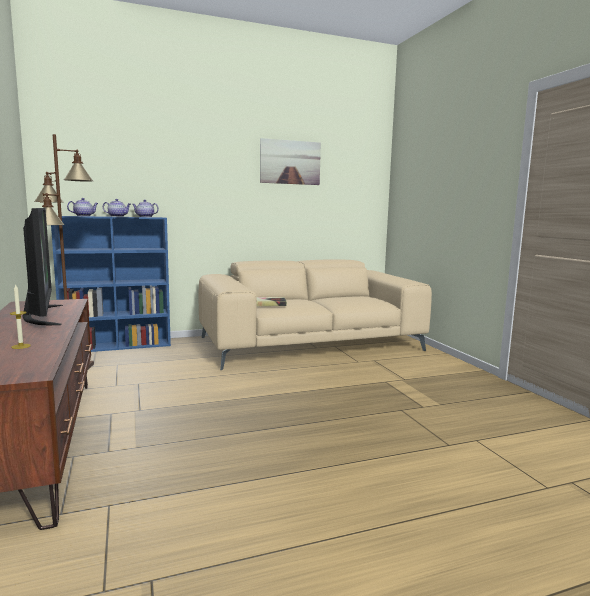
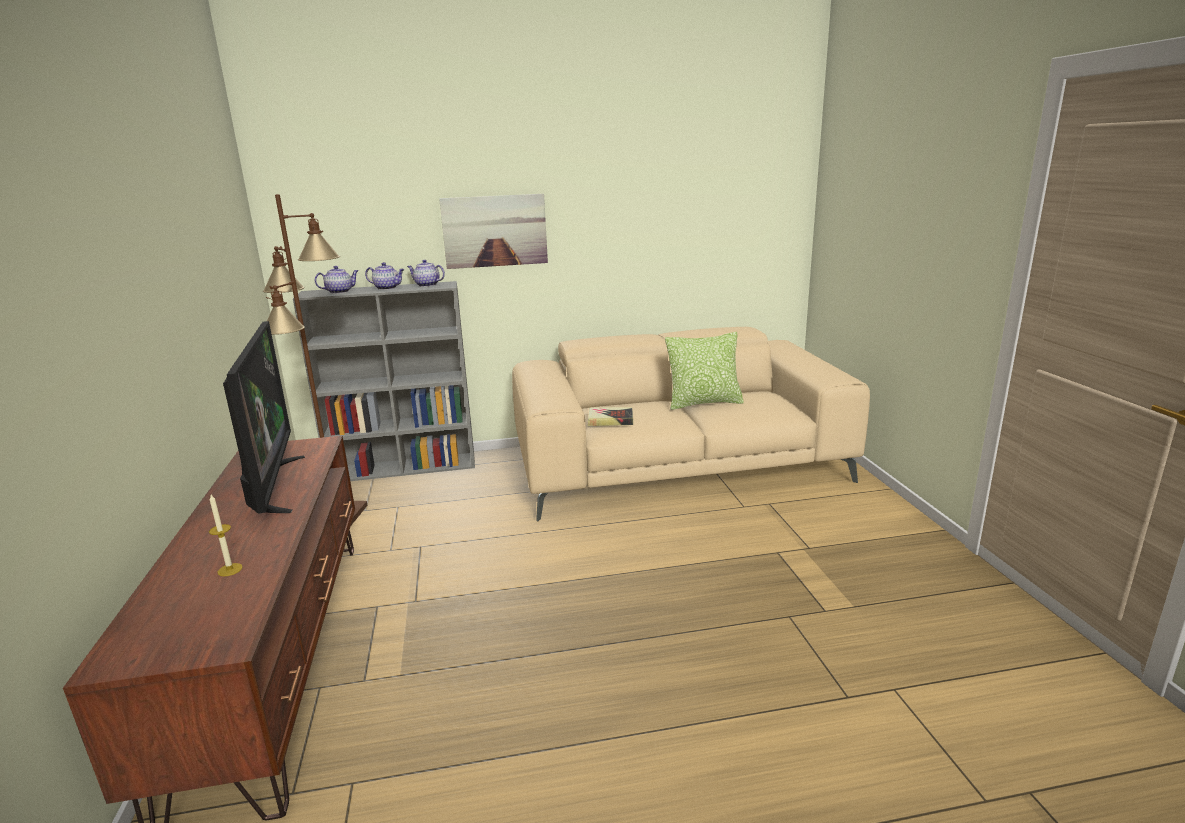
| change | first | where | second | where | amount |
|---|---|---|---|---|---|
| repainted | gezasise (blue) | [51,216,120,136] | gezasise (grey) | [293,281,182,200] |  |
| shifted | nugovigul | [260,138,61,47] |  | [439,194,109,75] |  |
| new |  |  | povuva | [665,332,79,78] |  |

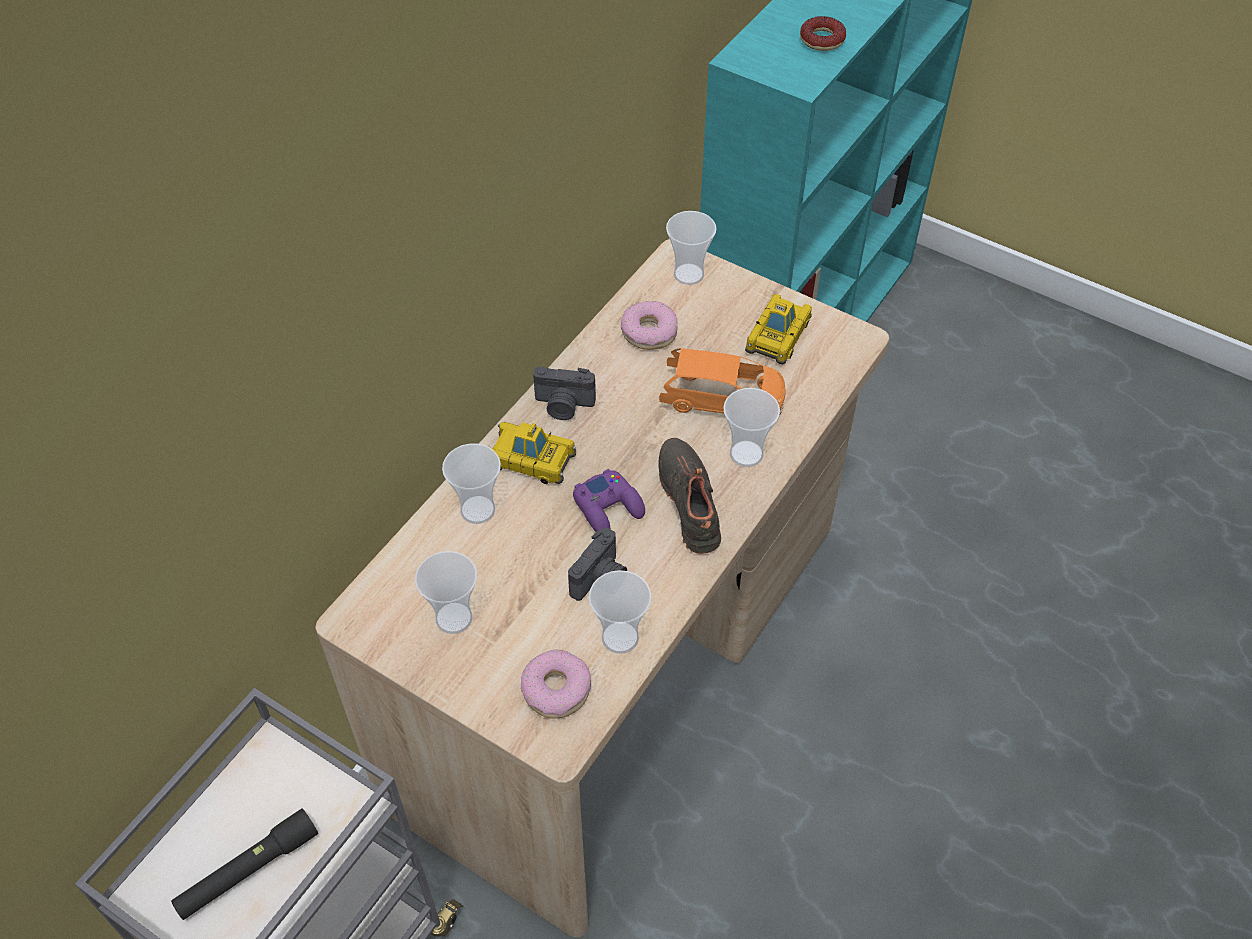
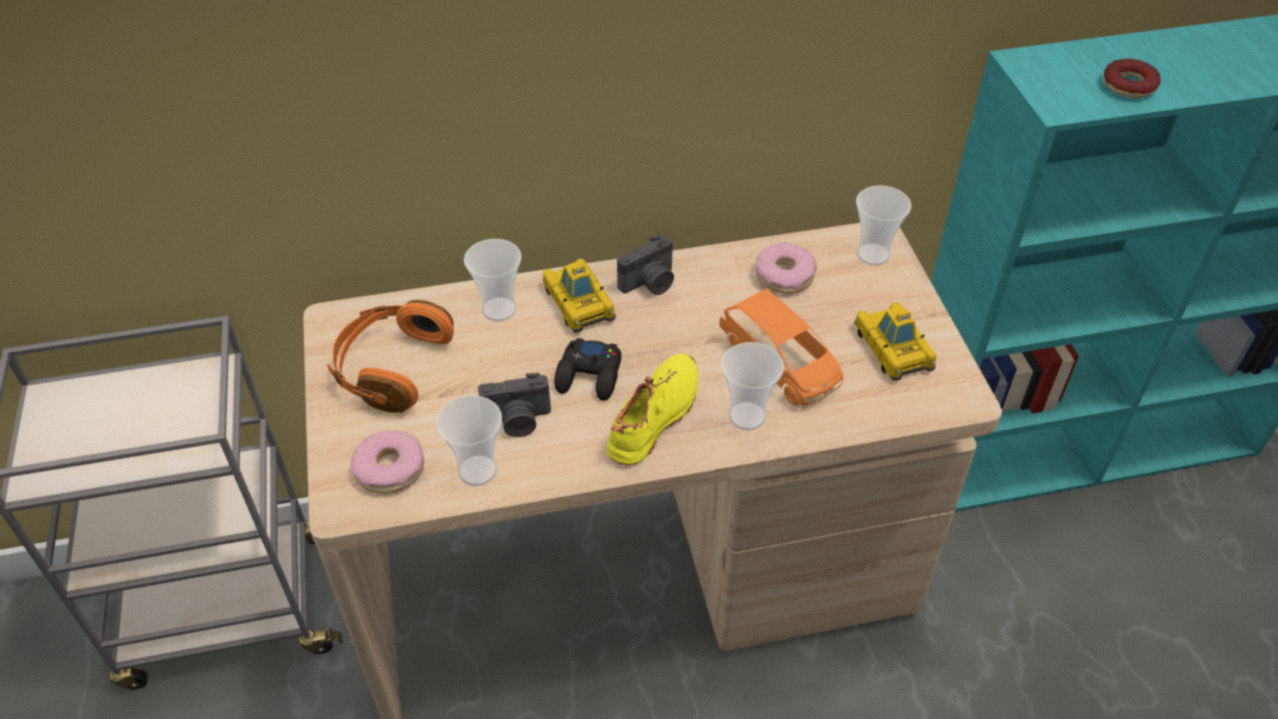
| change | first | where | second | where | amount |
|---|---|---|---|---|---|
| swapped | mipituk | [415,551,62,83] | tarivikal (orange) | [327,300,127,113] |  |
| repainted | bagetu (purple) | [573,469,72,63] | bagetu (black) | [554,338,67,63] |  |
| repainted | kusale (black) | [658,438,63,116] | kusale (yellow) | [607,353,91,112] |  |
| rotated | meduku | [533,367,63,53] |  | [617,234,57,61] | 90 degrees counterclockwise |
| rotated | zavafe | [745,294,67,70] |  | [855,302,81,79] | 90 degrees counterclockwise |
| gone | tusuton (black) | [171,808,147,112] |  |  |  |

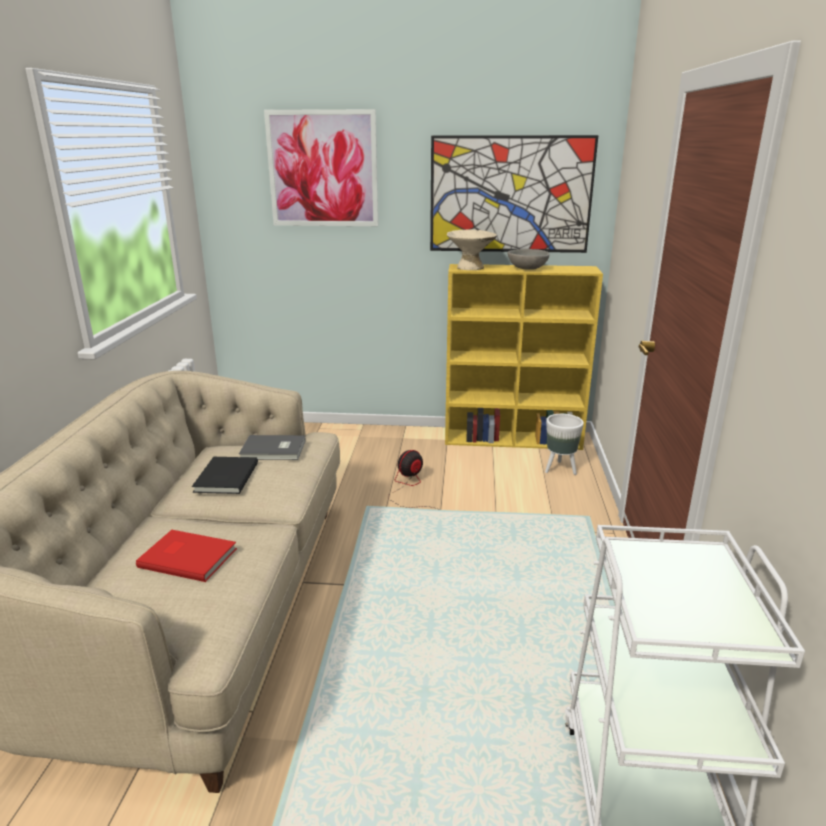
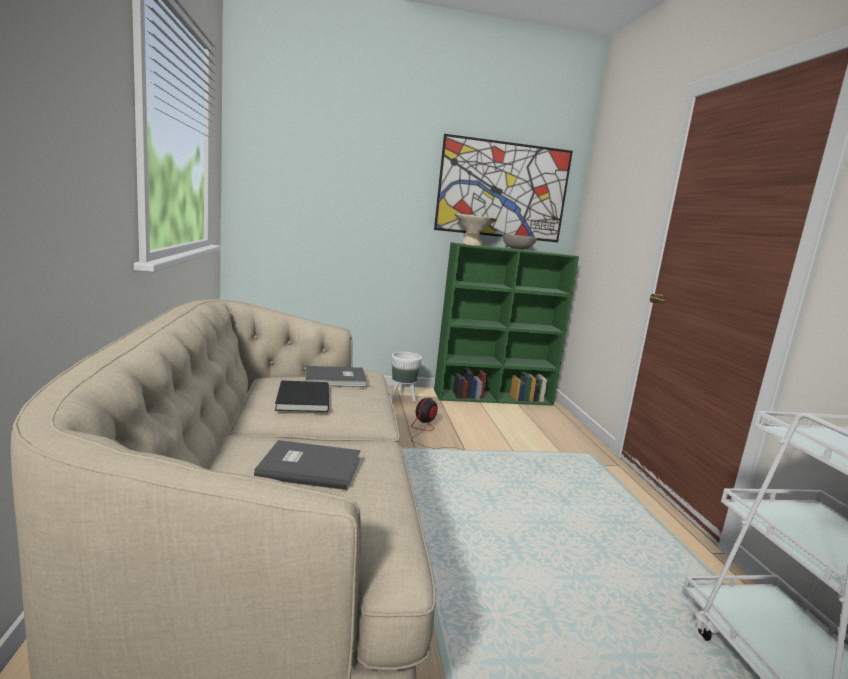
| change | first | where | second | where | amount |
|---|---|---|---|---|---|
| repainted | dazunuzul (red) | [136,530,101,52] | dazunuzul (grey) | [254,440,106,50] |  |
| shifted | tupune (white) | [545,414,39,61] |  | [391,352,31,50] |  |
| repainted | gezasise (yellow) | [445,264,158,186] | gezasise (green) | [434,242,145,164] |  |
| gone | nugovigul | [264,109,114,117] |  |  |  |

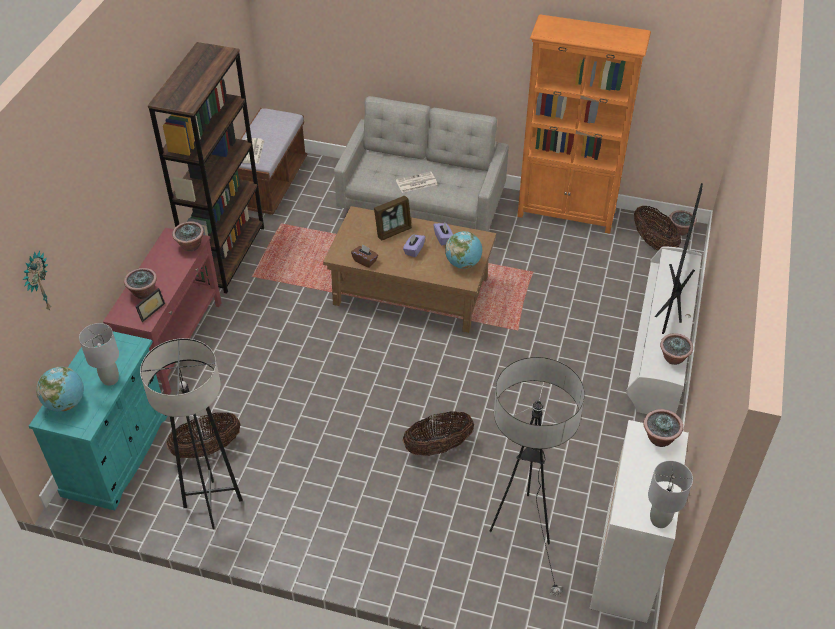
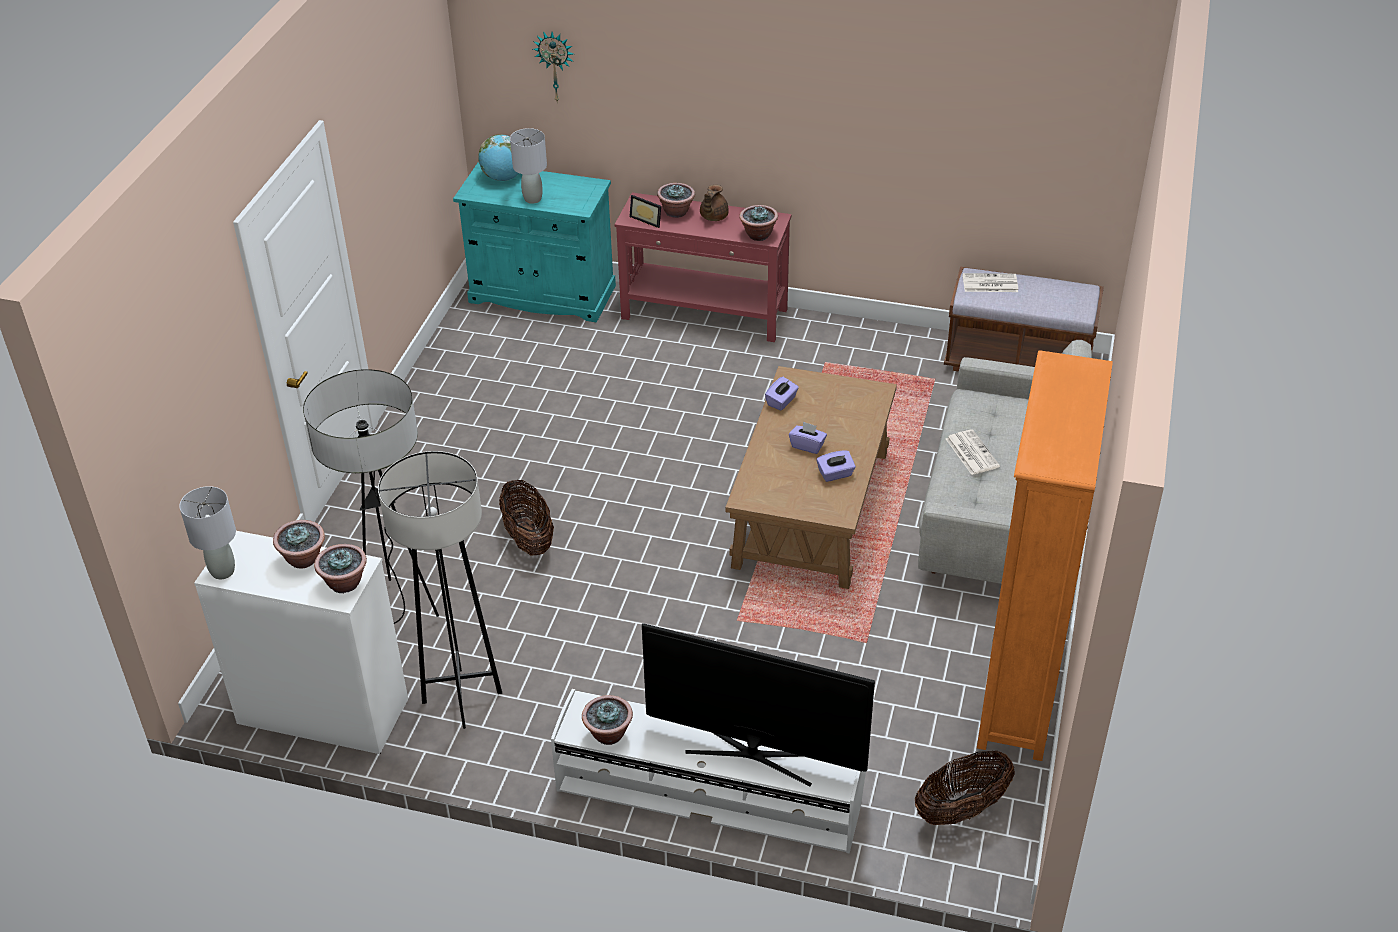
| change | first | where | second | where | amount |
|---|---|---|---|---|---|
| shifted | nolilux | [669,210,28,26] |  | [273,520,52,48] |  |
| shifted | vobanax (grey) | [140,338,103,191] |  | [378,451,124,278] |  |
| new |  |  | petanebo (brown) | [700,184,29,37] |  |
| repainted | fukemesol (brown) | [351,244,27,24] | fukemesol (purple) | [765,377,34,34] |  |
| gone | gezasise (brown) | [148,42,116,252] |  |  |  |
| gone | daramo | [167,412,74,46] |  |  |  |
| gone | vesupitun | [374,196,38,45] |  |  |  |
| gone | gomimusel | [445,231,37,38] |  |  |  |

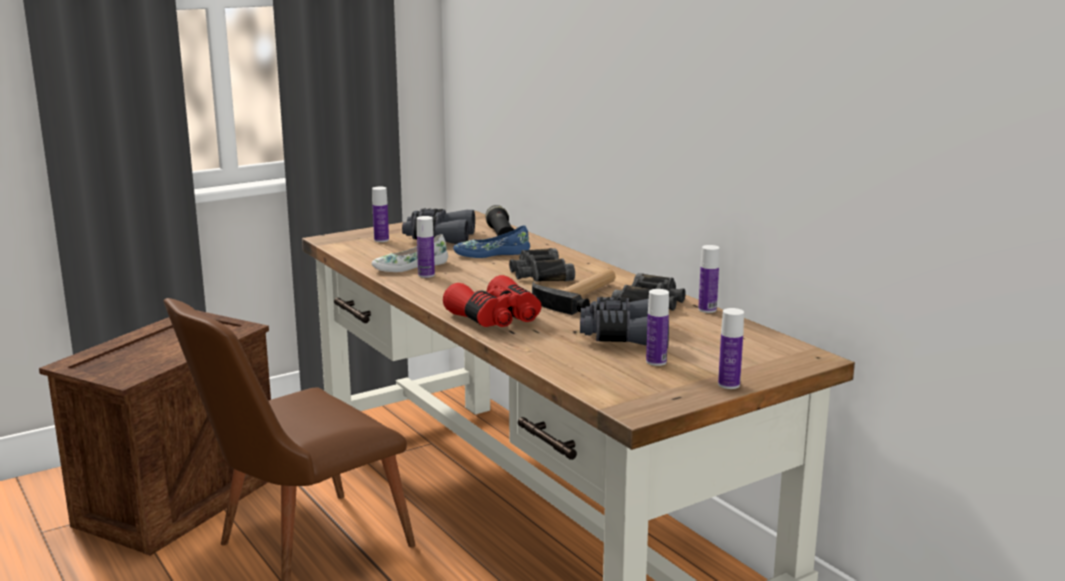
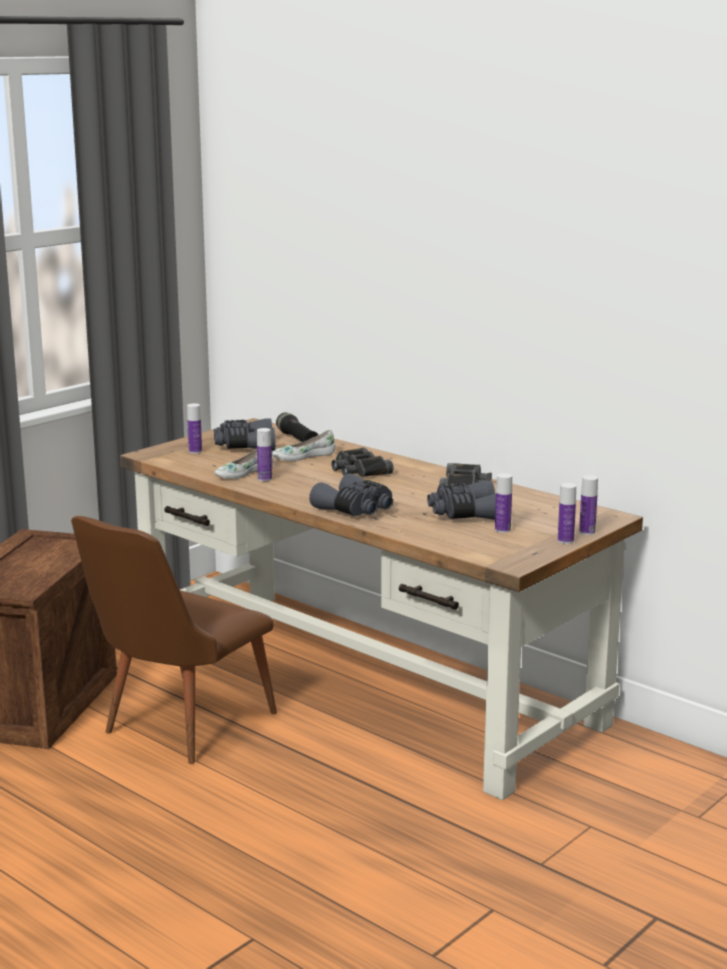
| change | first | where | second | where | amount |
|---|---|---|---|---|---|
| repainted | kusale (blue) | [453,225,77,33] | kusale (white) | [272,430,64,31] |  |
| repainted | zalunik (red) | [443,275,98,52] | zalunik (grey) | [309,473,84,43] |  |
| shifted | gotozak | [698,245,22,68] |  | [579,475,19,60] |  |
| gone | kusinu | [532,269,83,46] |  |  |  |

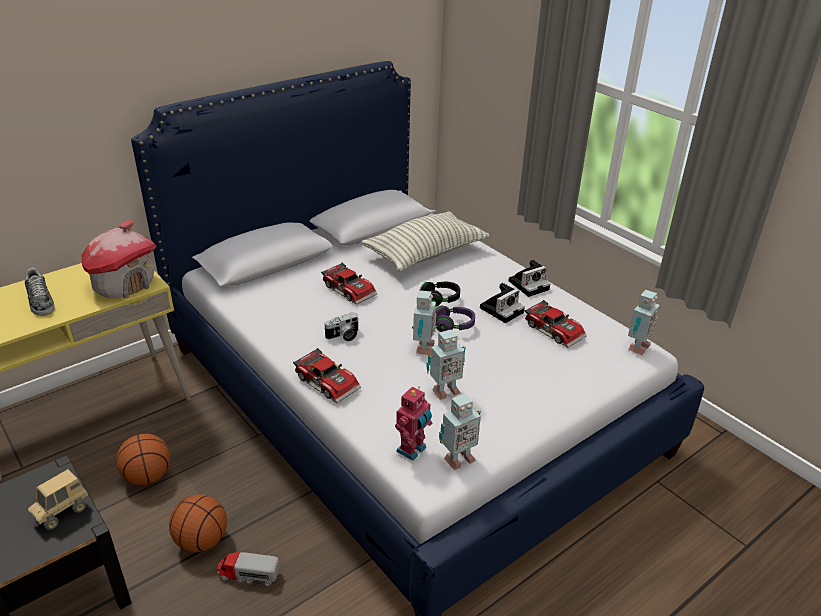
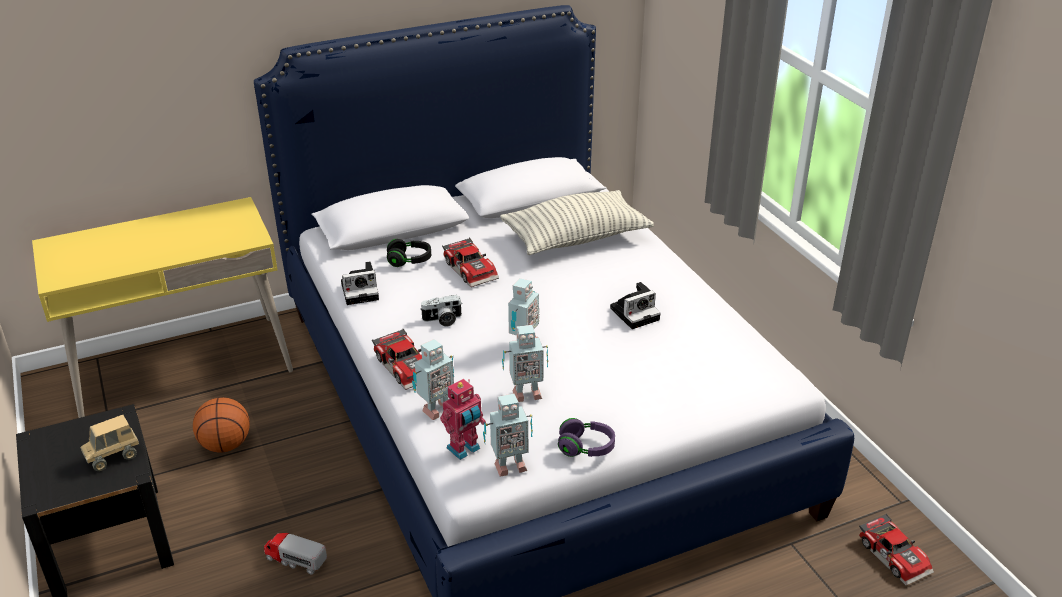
| change | first | where | second | where | amount |
|---|---|---|---|---|---|
| shifted | meduku | [508,260,42,37] |  | [341,261,38,44] |  |
| shifted | tarivikal (black) | [420,282,40,25] |  | [387,239,44,28] |  |
| shifted | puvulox | [628,290,32,65] |  | [412,339,43,81] |  |
| shifted | tarivikal (purple) | [436,306,39,26] |  | [558,418,57,39] |  |
| shifted | zavafe | [524,300,63,48] |  | [859,514,75,71] |  |
| gone | kusale | [25,268,30,48] |  |  |  |
| gone | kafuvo | [81,220,76,79] |  |  |  |
| gone | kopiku | [169,494,58,58] |  |  |  |

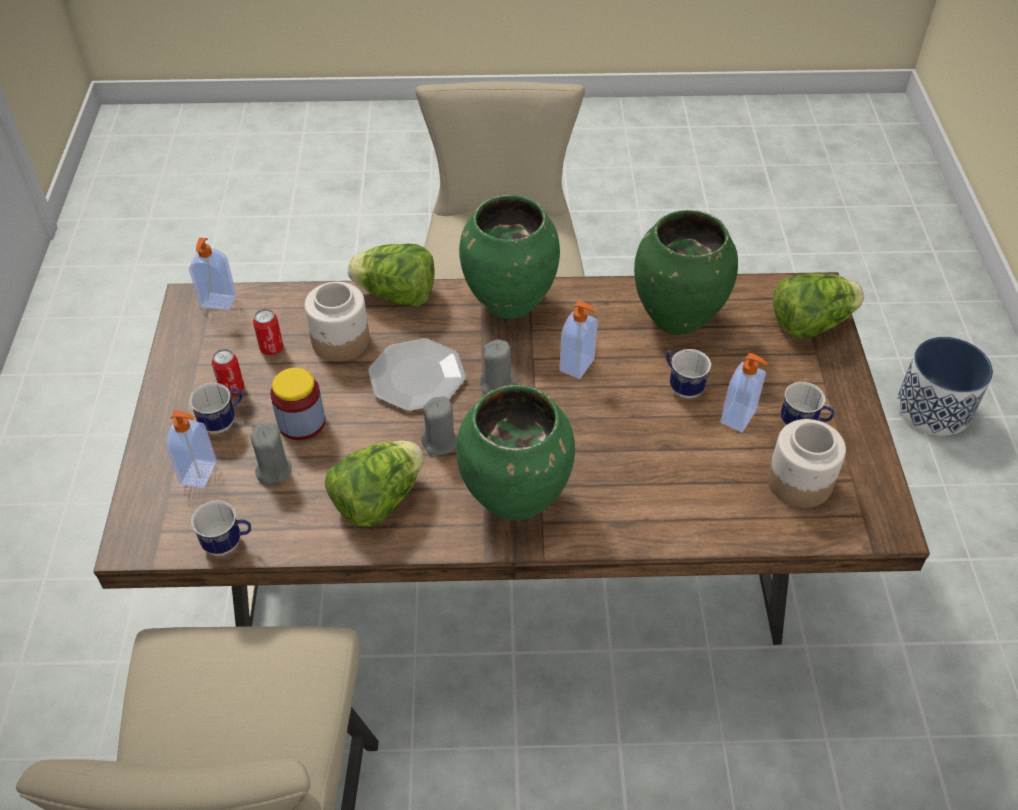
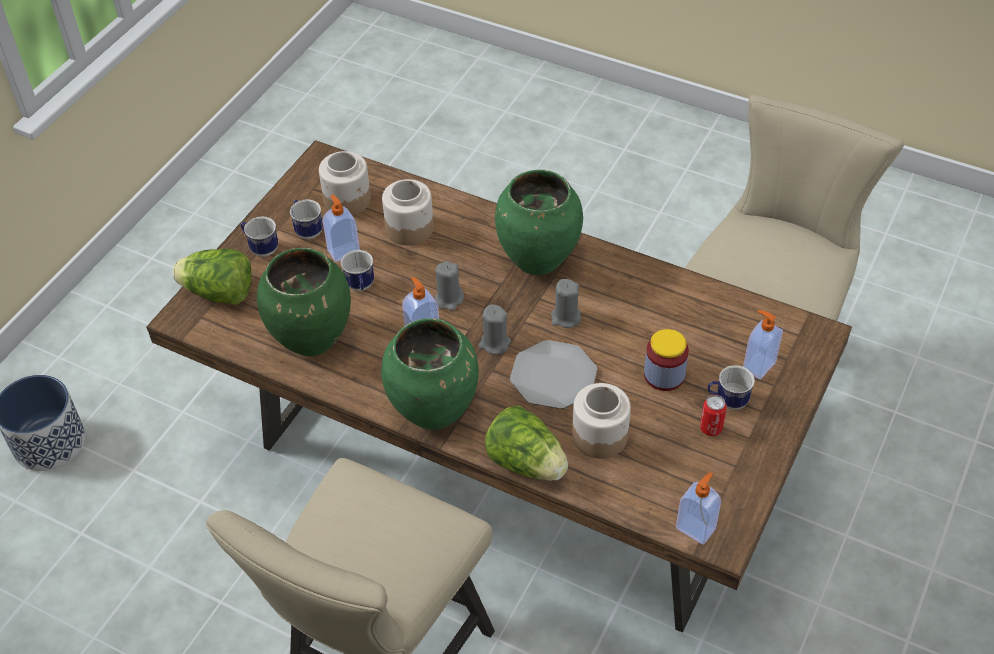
| change | first | where | second | where | amount |
|---|---|---|---|---|---|
| shifted | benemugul | [191,501,60,55] |  | [241,217,37,40] |  |
| new |  |  | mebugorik | [382,179,52,67] |  |
| shifted | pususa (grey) | [250,423,42,62] |  | [435,261,29,50] |  |
| gone | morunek | [253,309,30,46] |  |  |  |
| gone | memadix | [325,440,99,87] |  |  |  |

